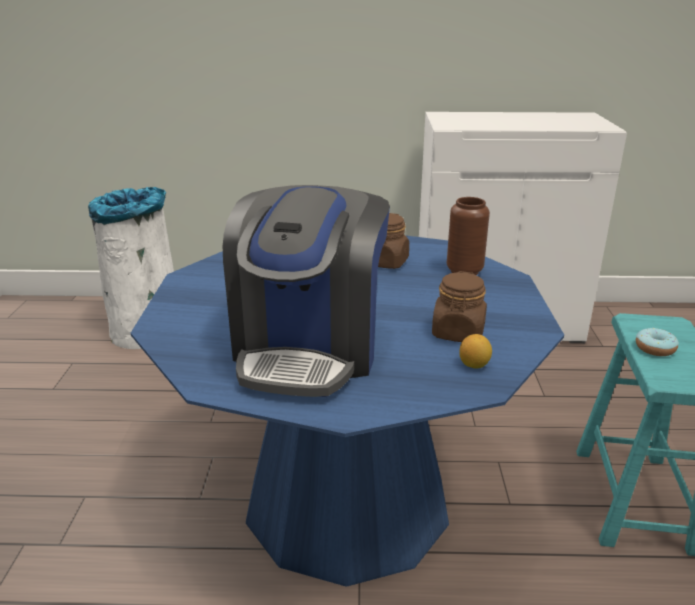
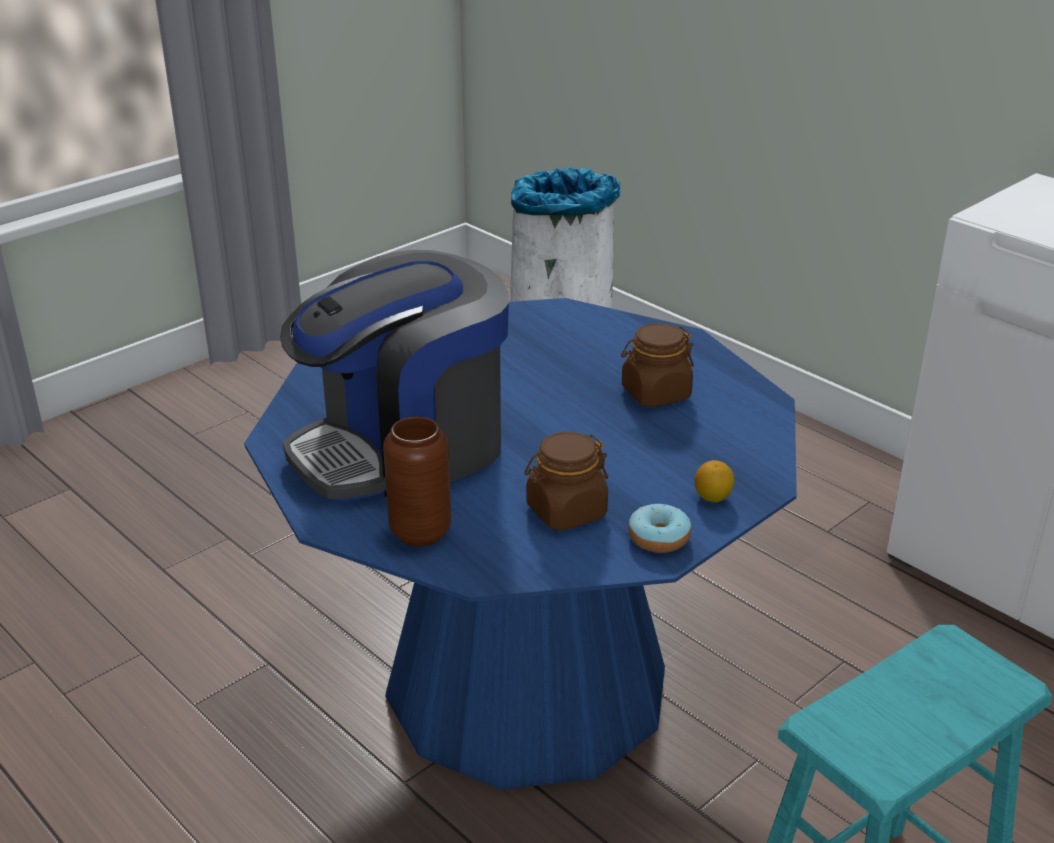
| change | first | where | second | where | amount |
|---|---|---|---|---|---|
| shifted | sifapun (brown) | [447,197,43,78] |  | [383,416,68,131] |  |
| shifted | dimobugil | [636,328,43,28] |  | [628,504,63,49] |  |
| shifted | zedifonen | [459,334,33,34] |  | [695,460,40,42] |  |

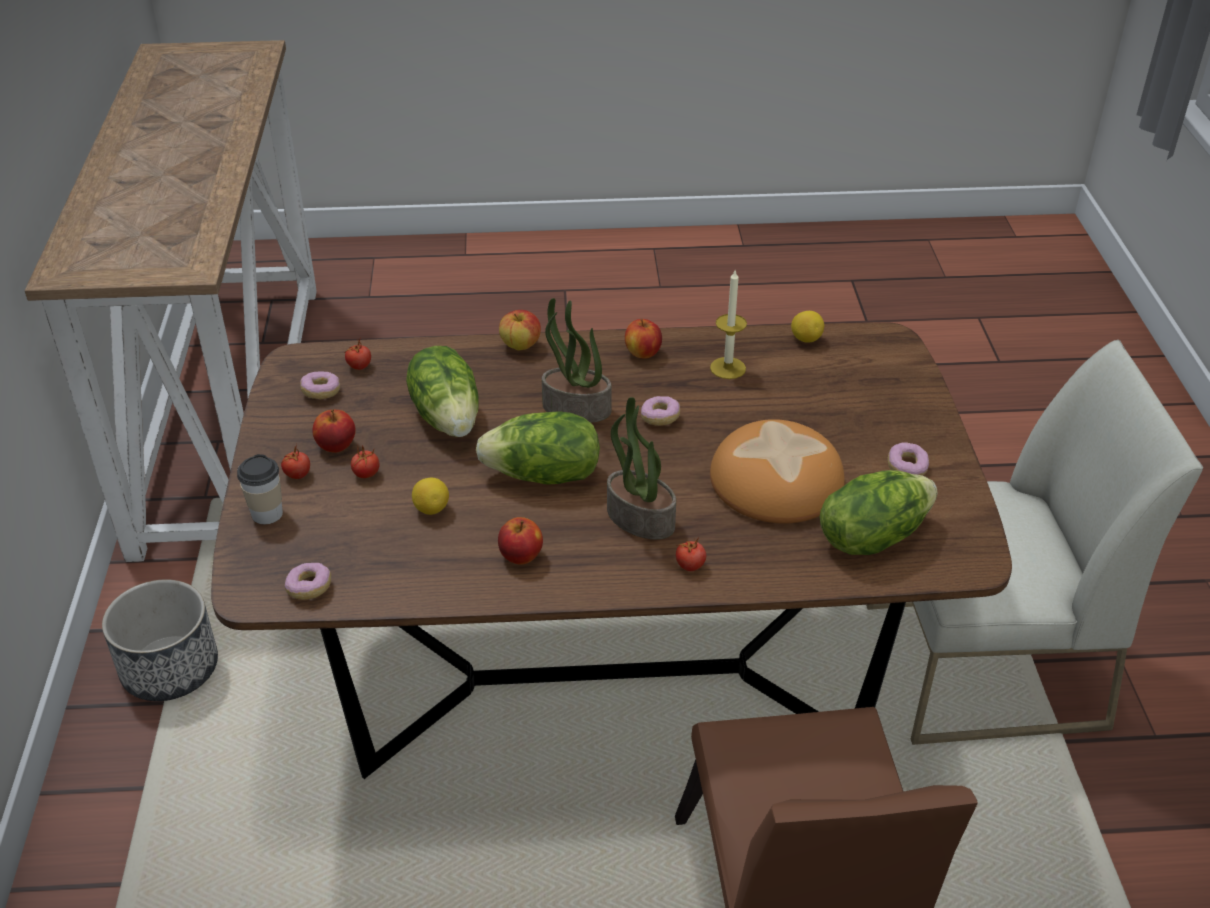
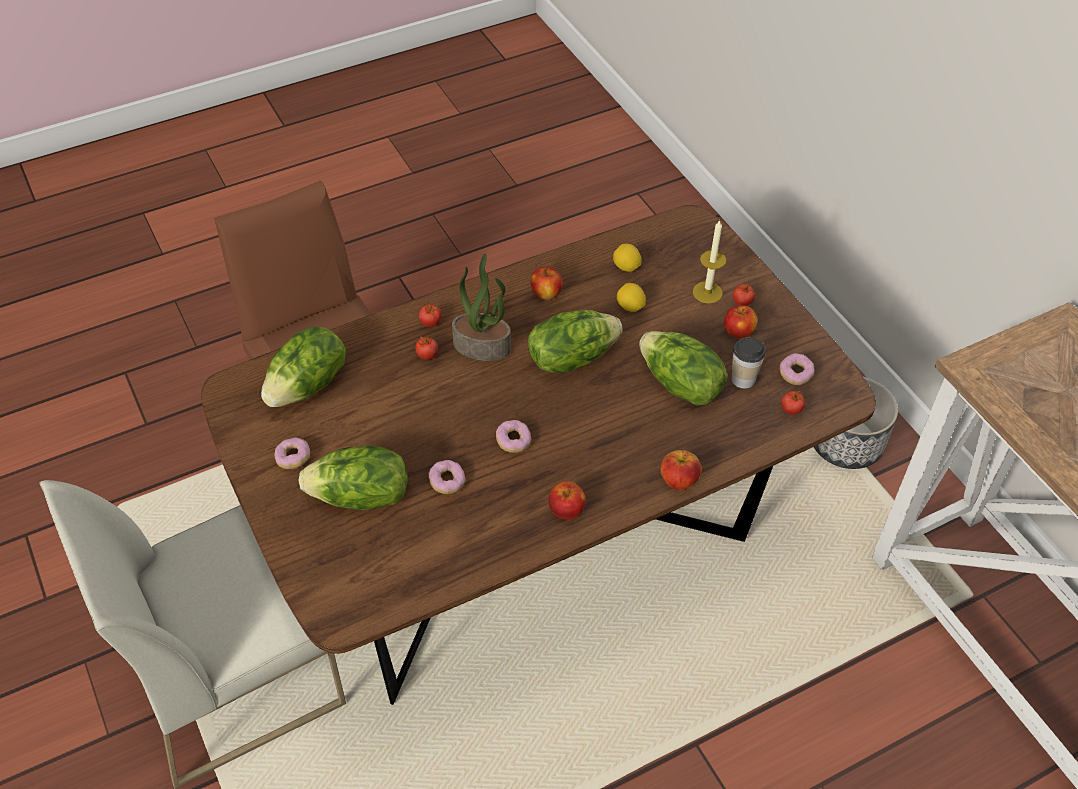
| change | first | where | second | where | amount |
|---|---|---|---|---|---|
| new |  |  | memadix | [298,446,110,64] |  |
| shifted | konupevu | [351,446,29,32] |  | [415,336,23,24] |  |
| shifted | dimobugil | [284,563,47,37] |  | [429,460,36,34] |  |
| shifted | zedifonen | [791,311,33,32] |  | [613,244,28,28] |  |
| shifted | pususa | [710,271,37,108] |  | [693,220,33,84] |  |
| shifted | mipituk | [237,454,46,70] |  | [731,337,35,51] |  |
| gone | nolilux | [542,298,69,125] |  |  |  |
| gone | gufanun | [710,419,134,105] |  |  |  |

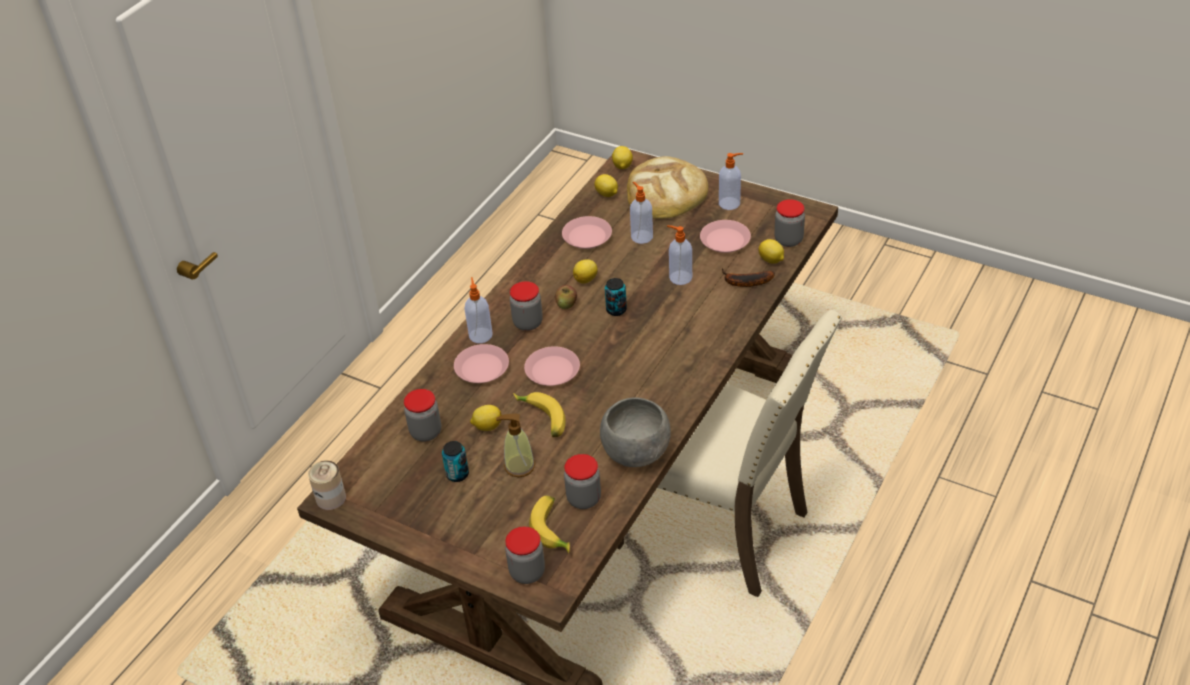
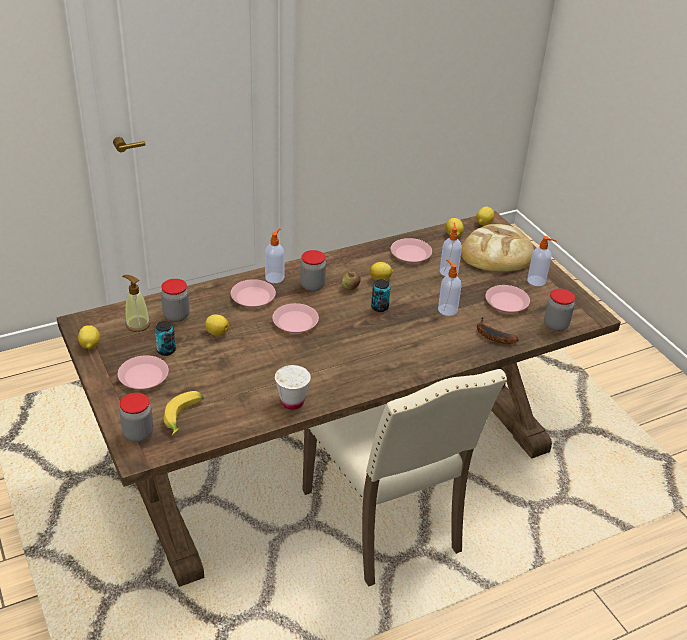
| change | first | where | second | where | amount |
|---|---|---|---|---|---|
| shifted | zedifonen | [759,239,25,25] |  | [78,325,22,24] |  |
| new |  |  | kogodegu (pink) | [118,355,51,34] |  |
| shifted | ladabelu | [496,414,39,63] |  | [122,275,28,57] |  |
| swapped | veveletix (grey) | [600,397,71,70] | mipituk (white) | [275,365,36,45] |  |
| gone | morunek | [308,460,38,50] |  |  |  |
| gone | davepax | [513,392,53,45] |  |  |  |
| gone | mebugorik | [564,454,37,55] |  |  |  |

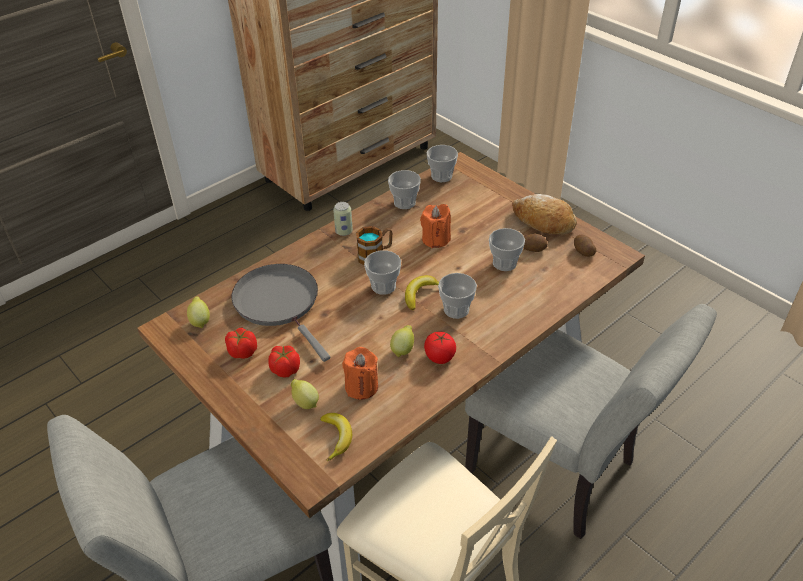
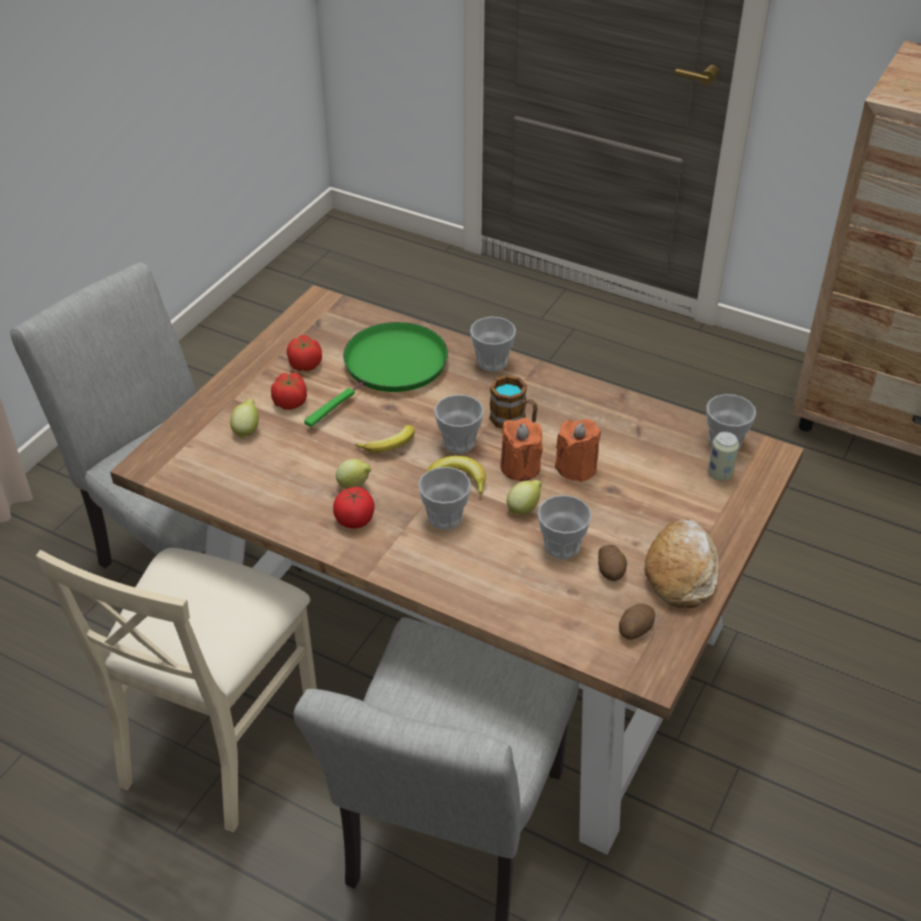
| change | first | where | second | where | amount |
|---|---|---|---|---|---|
| repainted | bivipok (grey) | [232,264,98,98] | bivipok (green) | [304,322,144,105] |  |
| shifted | davepax | [320,413,32,48] |  | [355,425,60,28] |  |
| shifted | mipituk | [388,170,33,39] |  | [470,317,46,55] |  |
| shifted | pususa (orange) | [342,347,36,53] |  | [500,418,43,63] |  |
| shifted | zedifonen | [187,296,23,32] |  | [507,480,35,35] |  |
| shifted | morunek | [333,202,20,34] |  | [708,432,31,49] |  |

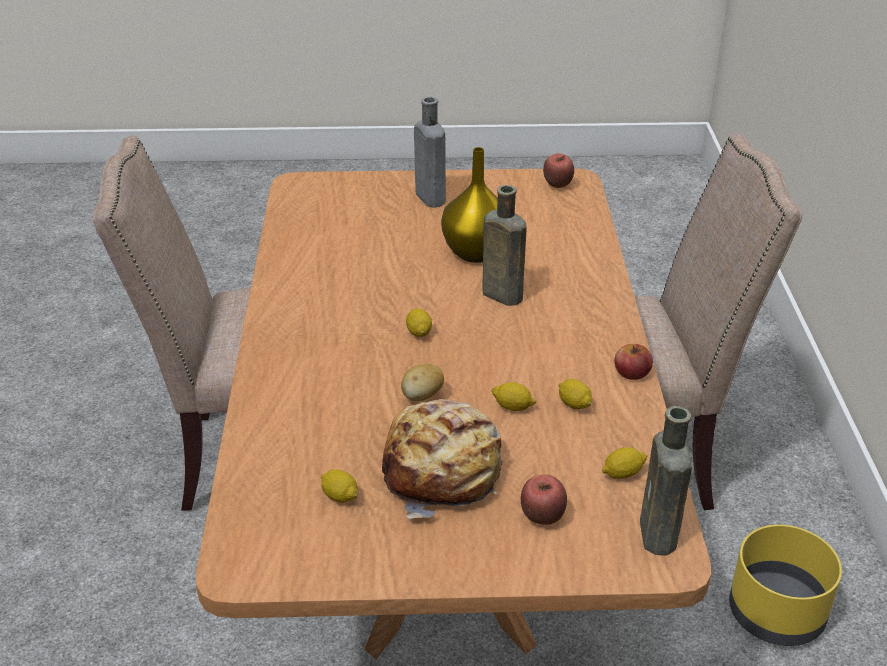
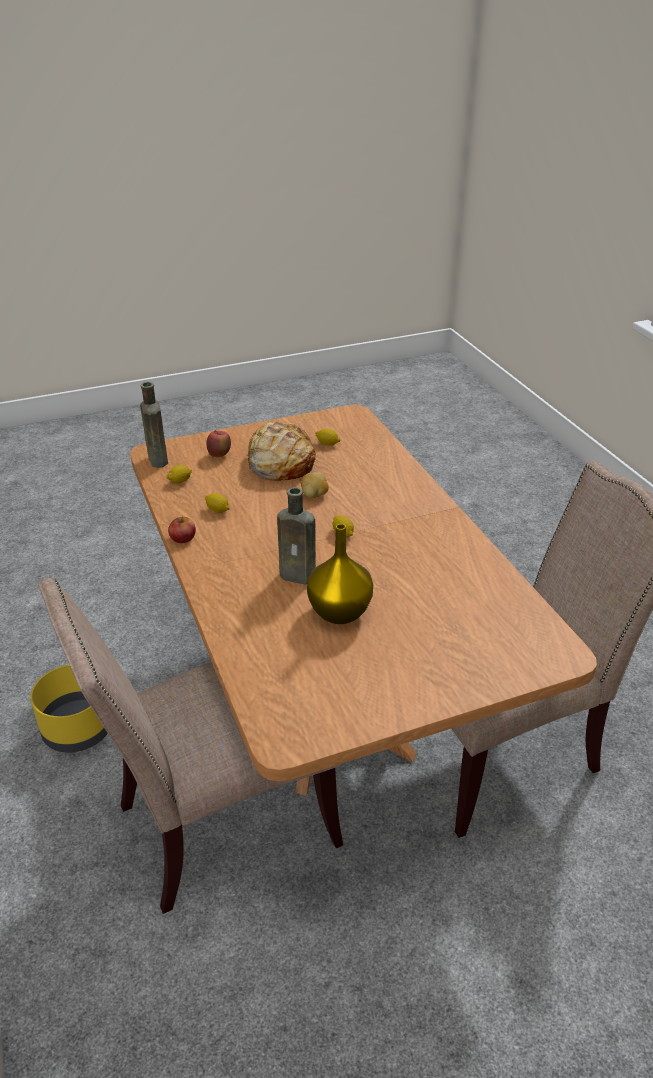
| change | first | where | second | where | amount |
|---|---|---|---|---|---|
| gone | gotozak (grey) | [414,97,32,111] |  |  |  |
| gone | zedifonen | [491,382,45,29] |  |  |  |
| gone | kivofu | [543,153,31,35] |  |  |  |

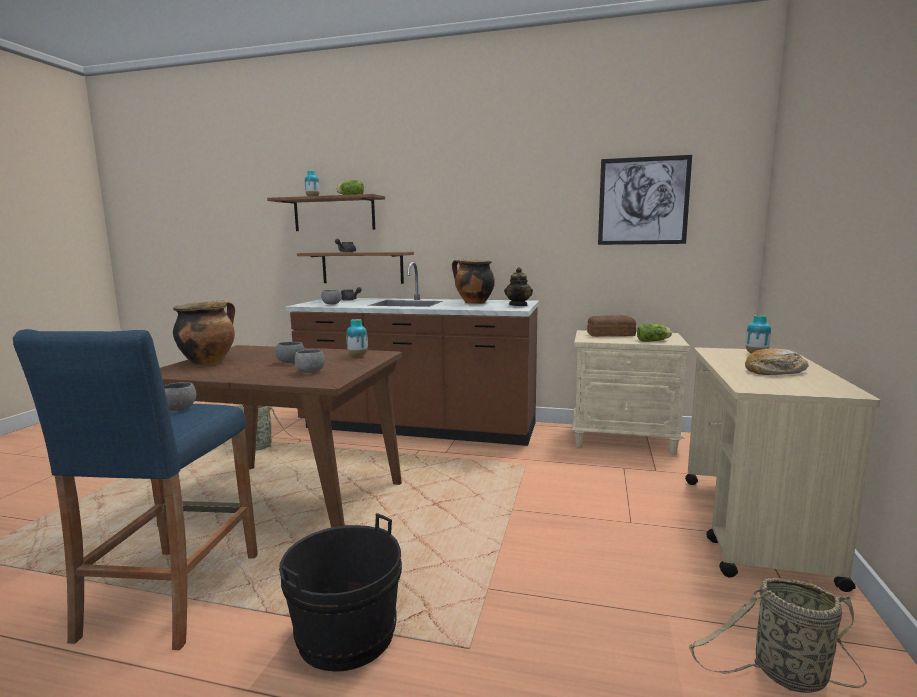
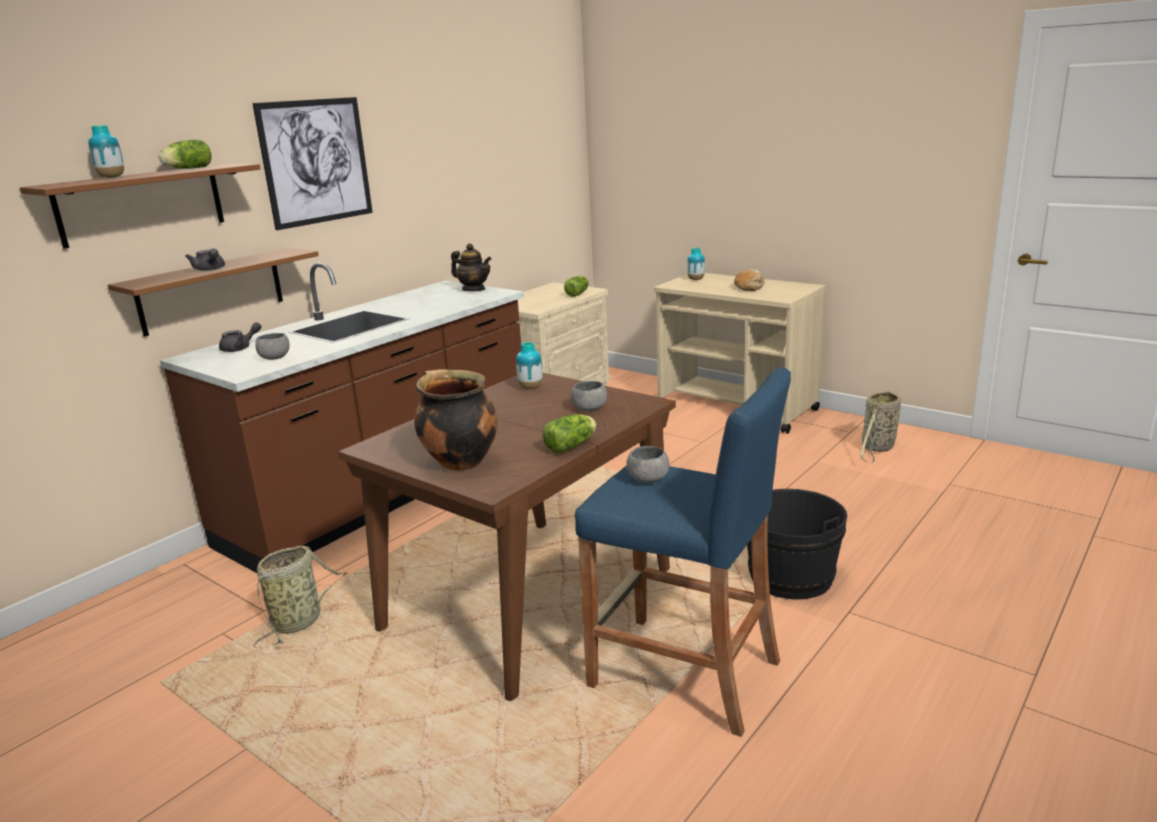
| change | first | where | second | where | amount |
|---|---|---|---|---|---|
| shifted | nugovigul | [598,155,94,90] |  | [252,97,121,133] |  |
| new |  |  | memadix | [542,414,54,39] |  |
| gone | veveletix (grey) | [275,342,30,21] |  |  |  |
| gone | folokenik | [452,259,43,45] |  |  |  |
| gone | gufanun | [587,315,49,22] |  |  |  |

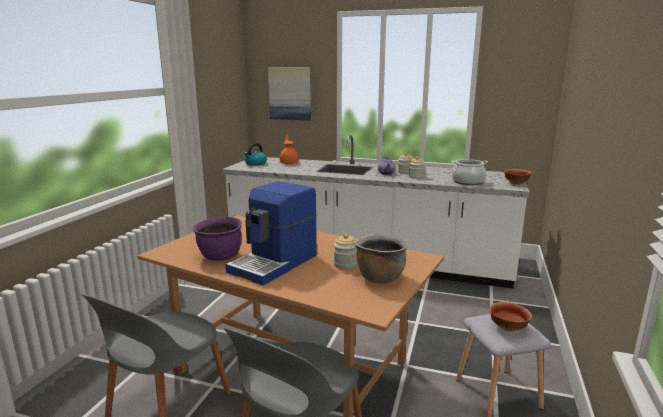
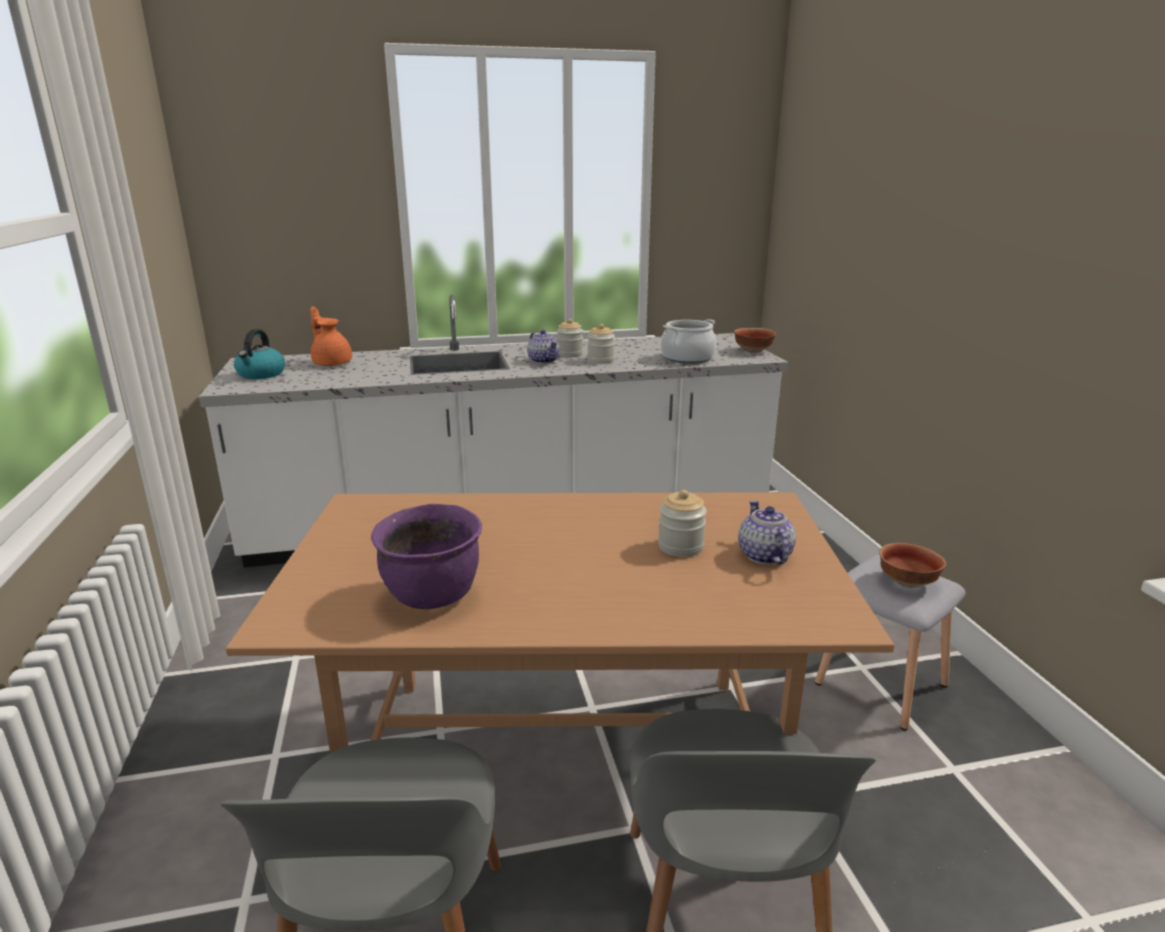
| change | first | where | second | where | amount |
|---|---|---|---|---|---|
| swapped | folokenik (brown) | [354,234,54,49] | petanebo | [738,500,58,65] |  |
| gone | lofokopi | [225,181,92,104] |  |  |  |
| gone | nugovigul | [268,67,43,53] |  |  |  |

